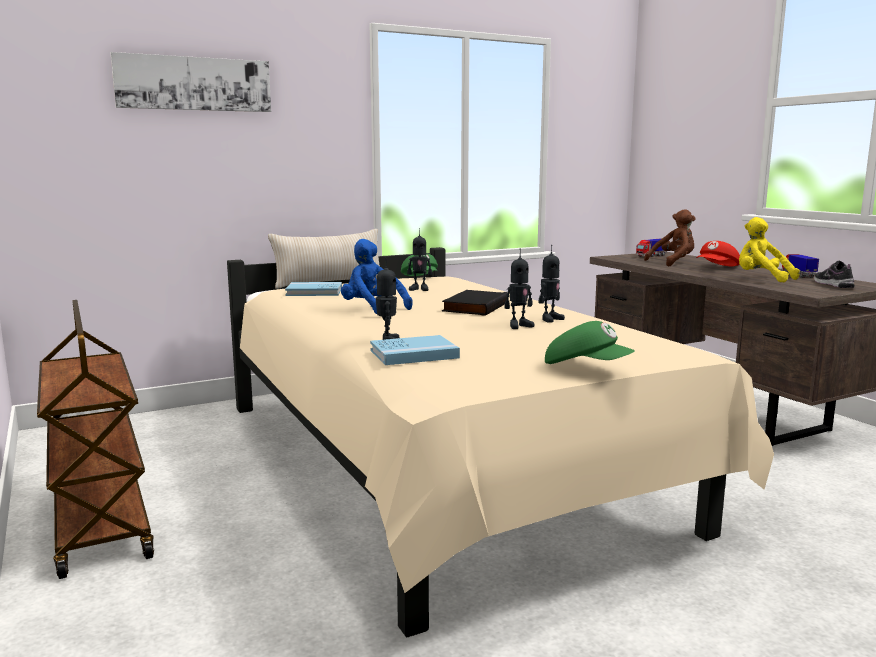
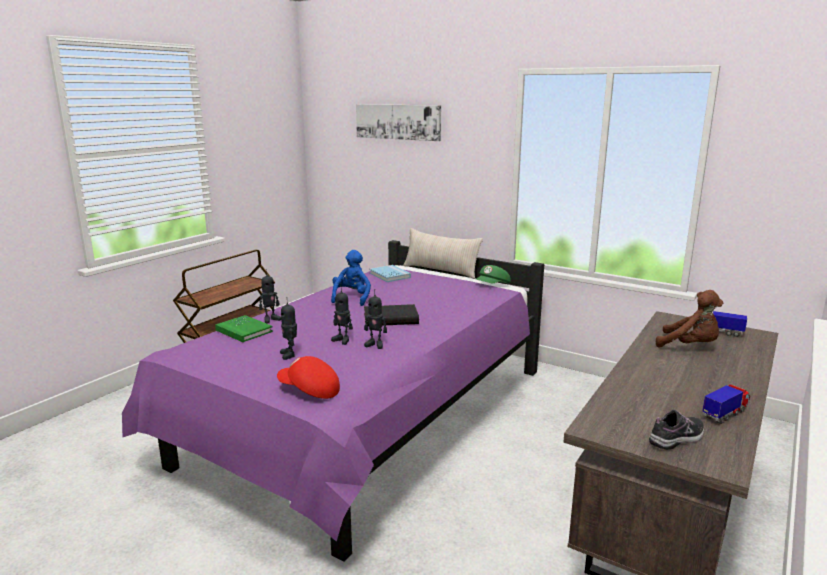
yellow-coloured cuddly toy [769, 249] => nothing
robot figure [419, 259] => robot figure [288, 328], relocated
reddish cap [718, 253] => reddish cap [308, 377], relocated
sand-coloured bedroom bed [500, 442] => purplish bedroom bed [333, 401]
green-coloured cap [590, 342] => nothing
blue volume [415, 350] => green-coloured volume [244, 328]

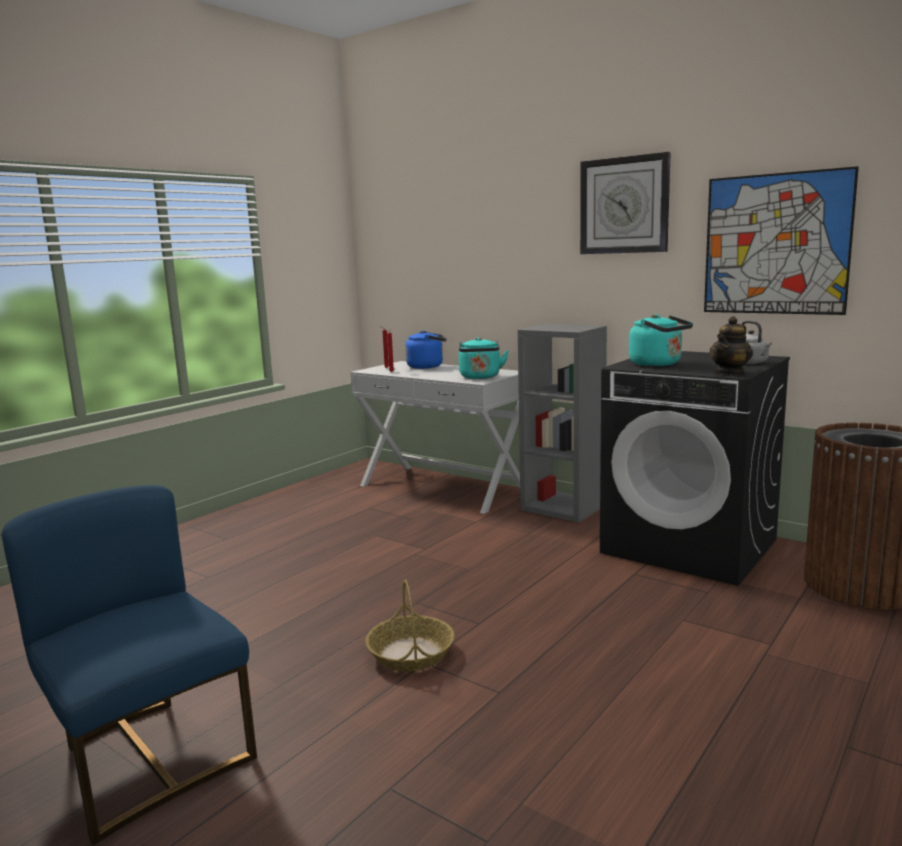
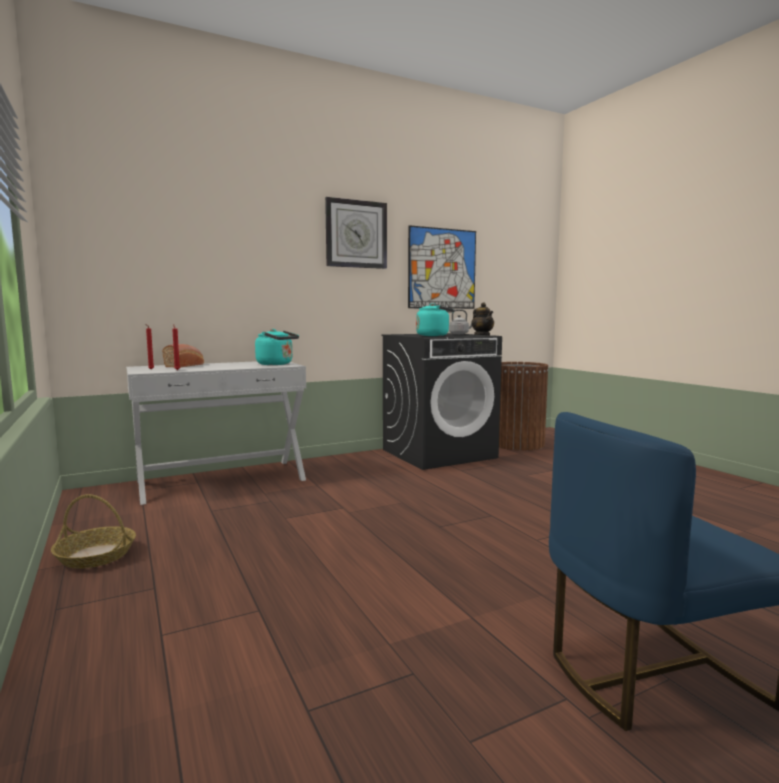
greyish bookcase [562, 423] => nothing
blue kettle [425, 350] => bakery bread [183, 355]
storage basket [409, 626] => storage basket [93, 531], relocated

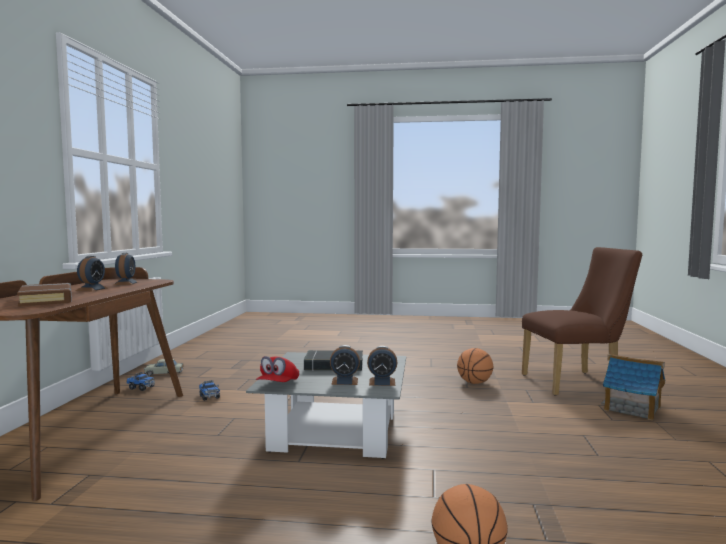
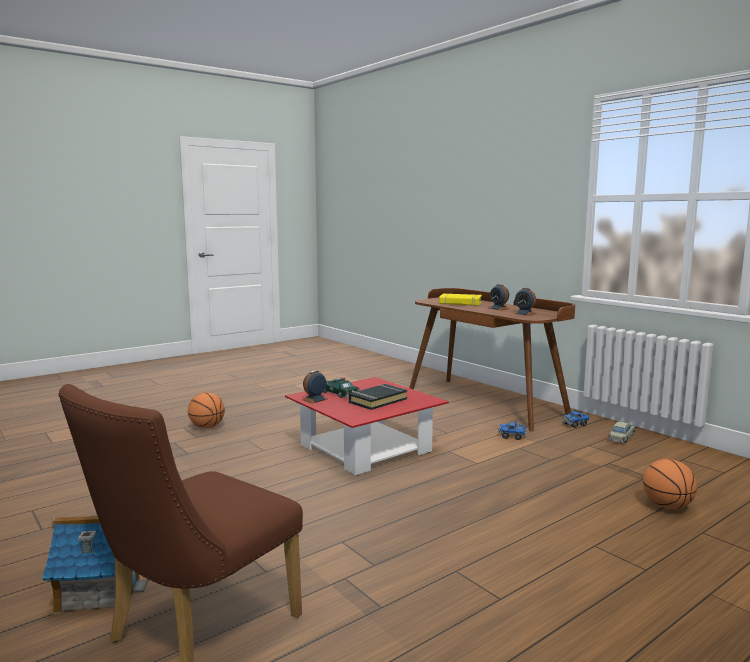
brown volume [44, 295] => yellow-coloured volume [460, 299]
table clock [345, 365] => model car [341, 387]
basketball [475, 366] => basketball [670, 484], relocated
greyish lounge table [326, 405] => reddish lounge table [367, 426]
reddish cap [277, 369] => nothing

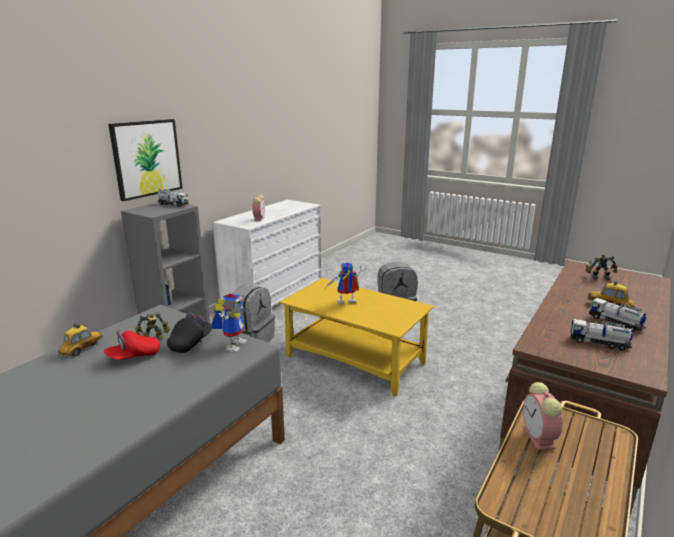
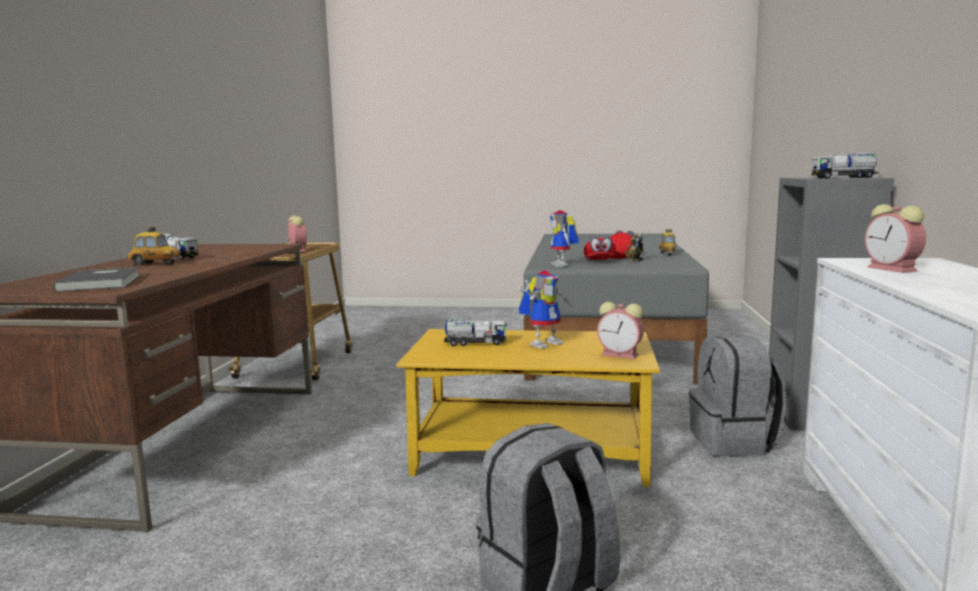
picture [145, 160] => nothing
robot figure [602, 267] => greyish volume [97, 279]
black-coloured cap [189, 333] => reddish cap [600, 248]
toy lorry [601, 335] => toy lorry [475, 332], relocated
nothing => table clock [620, 330]

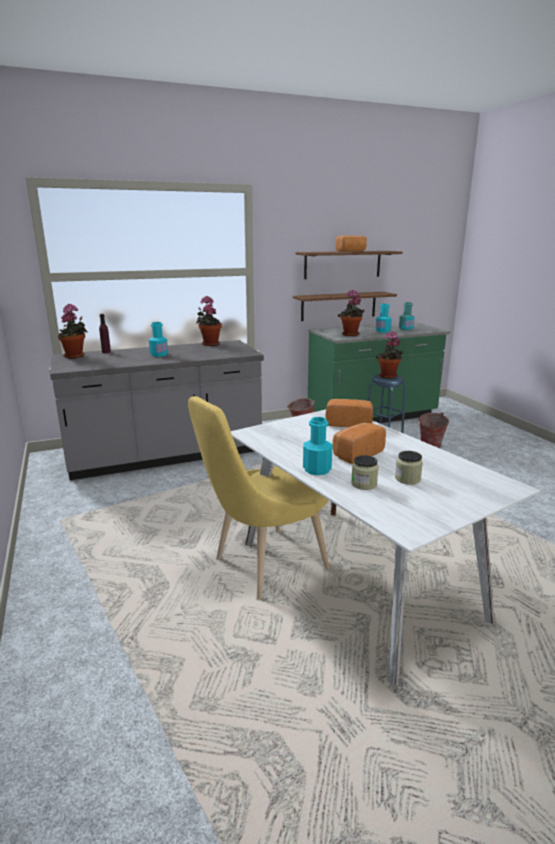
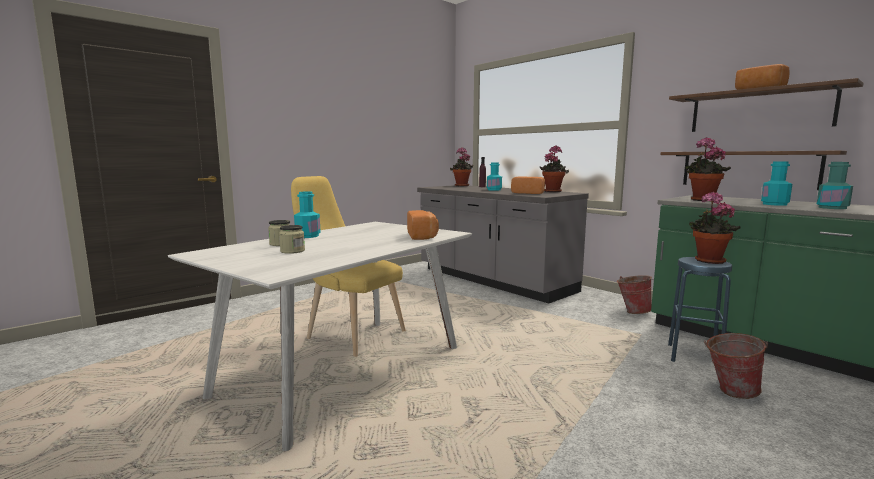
bakery bread [359, 443] => bakery bread [528, 185], relocated

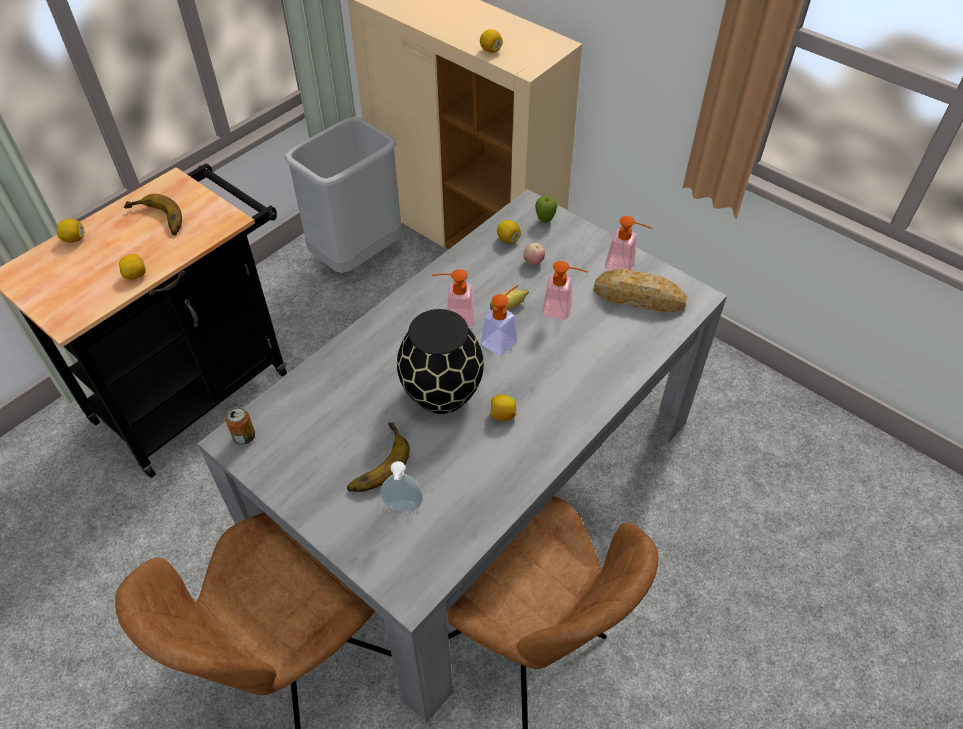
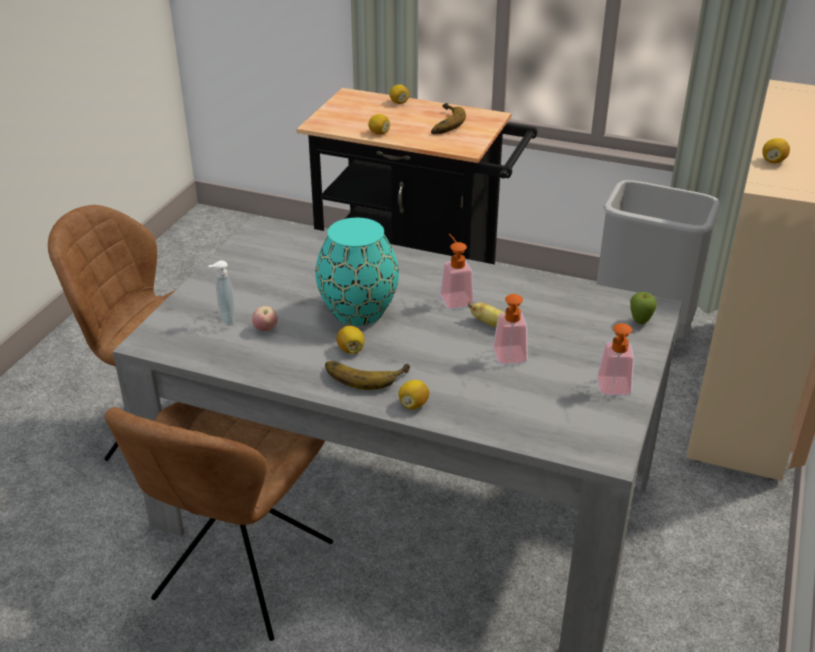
citrus fruit [509, 231] => citrus fruit [413, 395], relocated
apple [534, 254] => apple [265, 318], relocated
bakery bread [640, 290] => nothing
soap bottle [499, 320] => nothing
black-coloured flower vase [440, 361] => blue-green flower vase [357, 272]
sealed can [240, 426] => nothing
banana [378, 457] => banana [367, 375], relocated

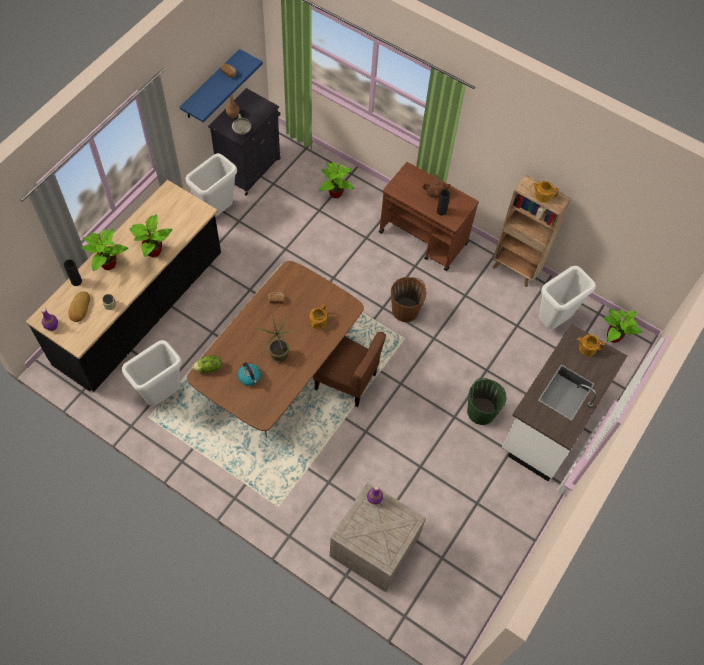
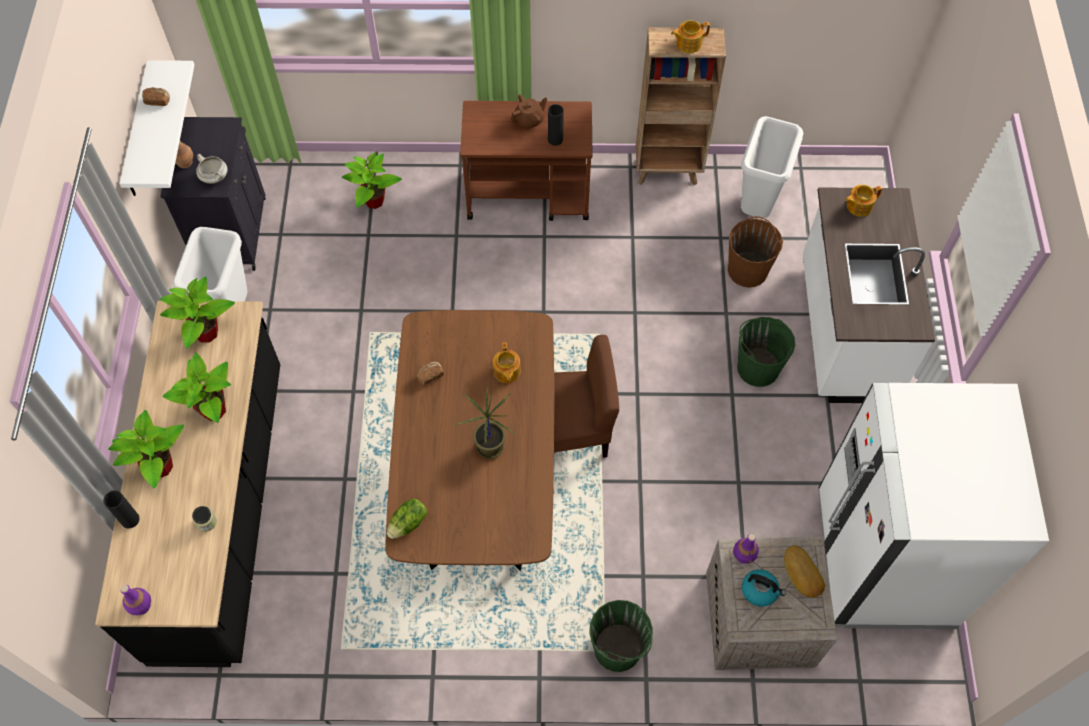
blue wall shelf [221, 86] => white-coloured wall shelf [156, 128]
brown pail [408, 299] => brown pail [755, 252], relocated
bakery bread [79, 306] => bakery bread [804, 571], relocated
houseplant [622, 326] => houseplant [197, 312], relocated
white-coloured waste bin [152, 373] => nothing
kettle [249, 374] => kettle [764, 587], relocated
nothing => white-coloured kitchen fridge [933, 506]
nothing => green-coloured pail [621, 636]

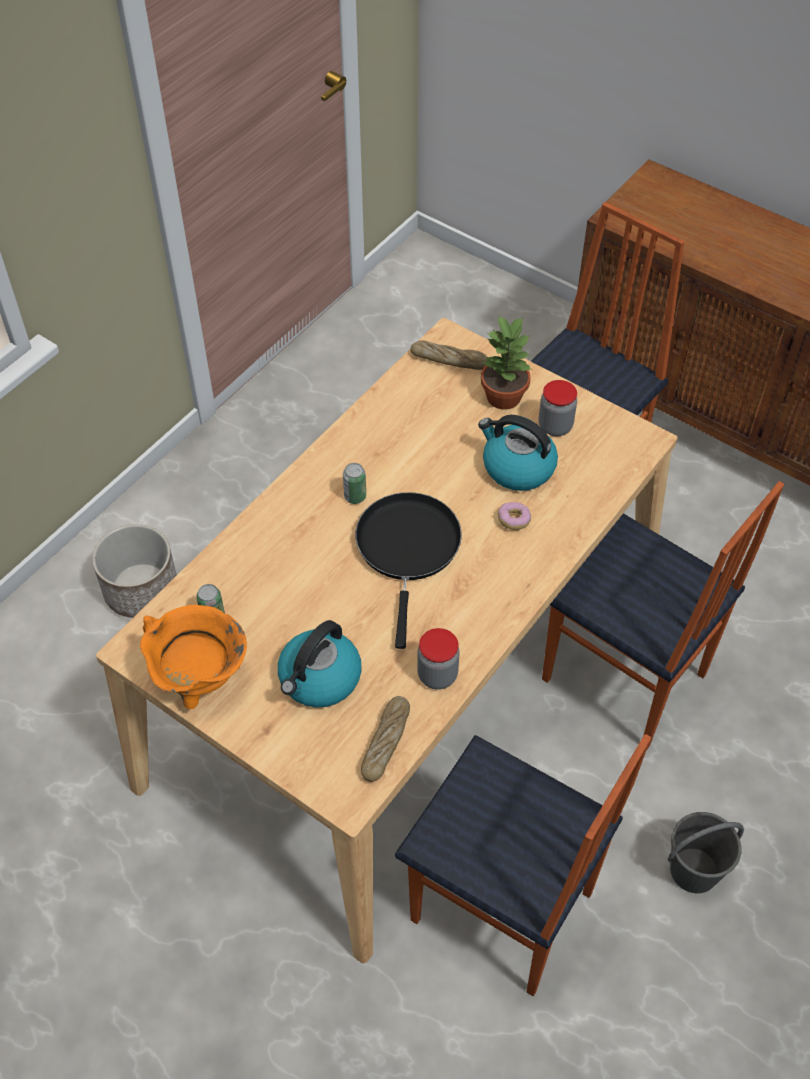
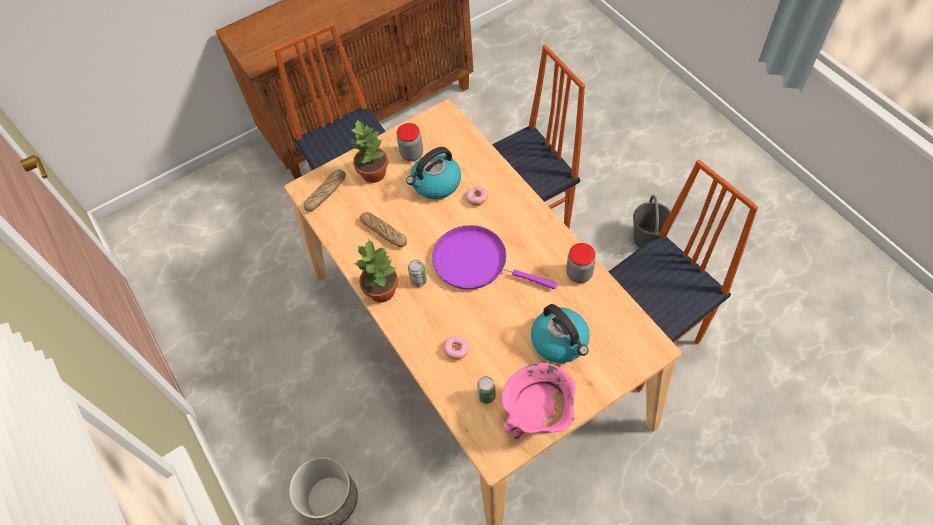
black-coloured frying pan [408, 570] => purplish frying pan [494, 257]
orange-coloured cooking pot [193, 657] => pink cooking pot [539, 401]
bakery bread [385, 739] => bakery bread [383, 229], relocated
nothing => houseplant [376, 271]
nothing => donut [456, 347]

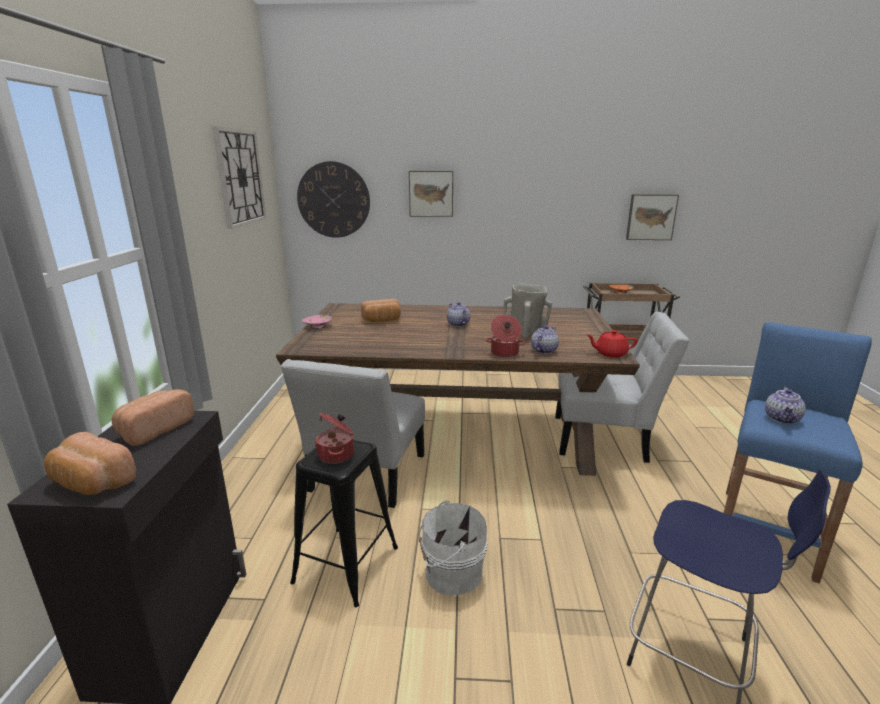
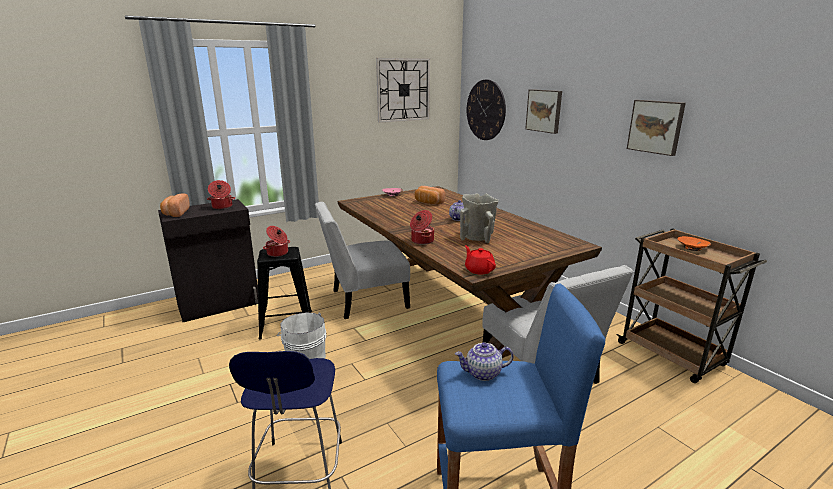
picture [652, 217] => picture [656, 128], relocated
teapot [545, 339] => nothing
bakery bread [153, 417] => cooking pot [221, 194]

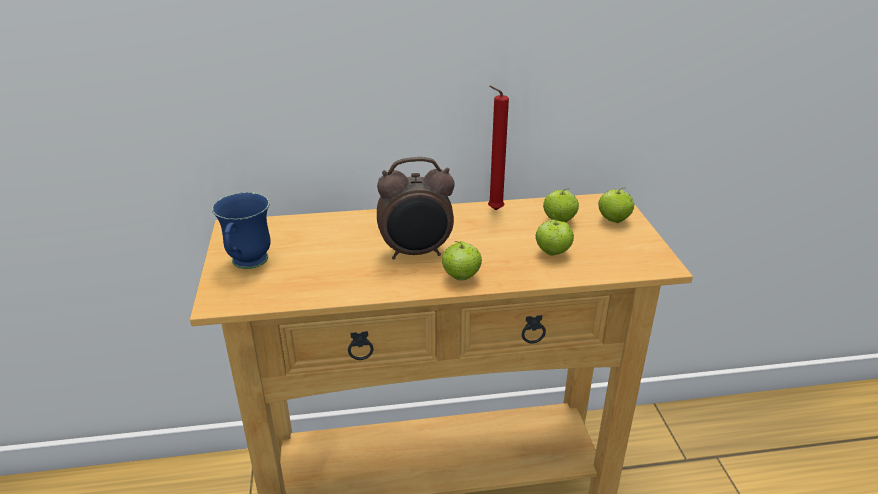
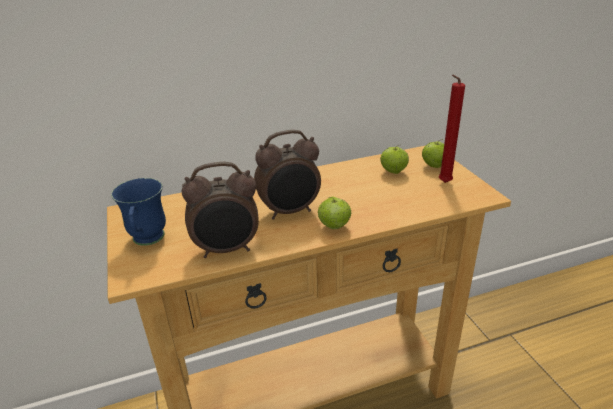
reddish wax candle [498, 148] => reddish wax candle [452, 129], relocated
apple [555, 235] => nothing
nothing => table clock [220, 210]

